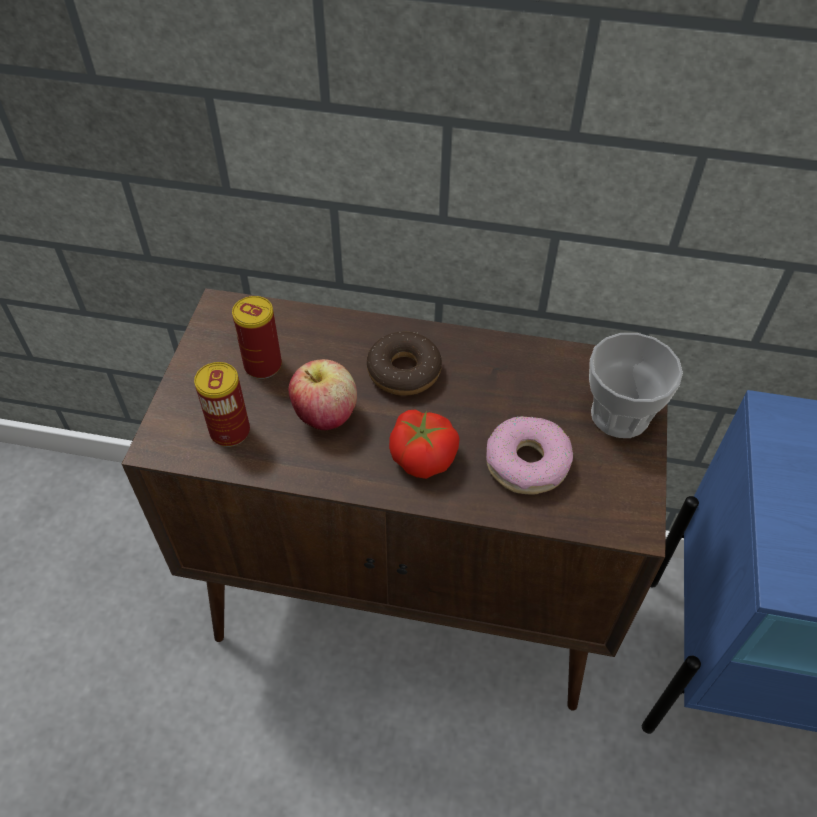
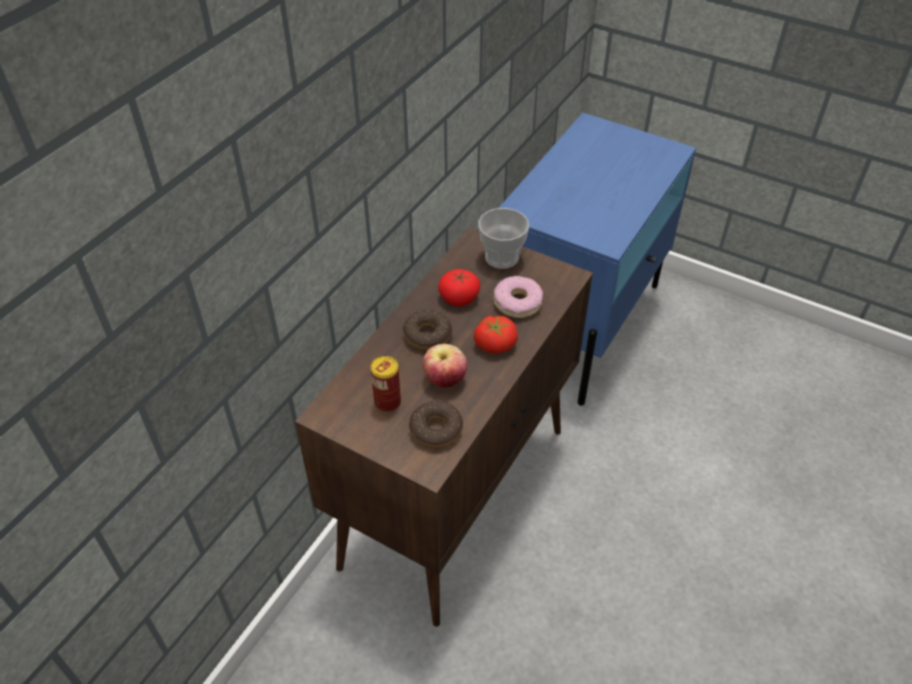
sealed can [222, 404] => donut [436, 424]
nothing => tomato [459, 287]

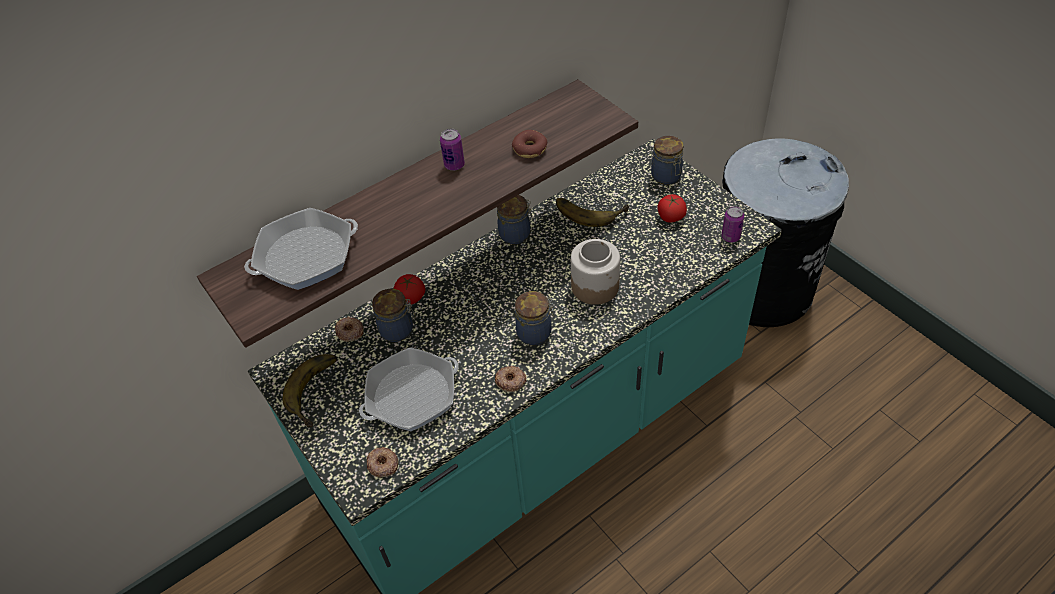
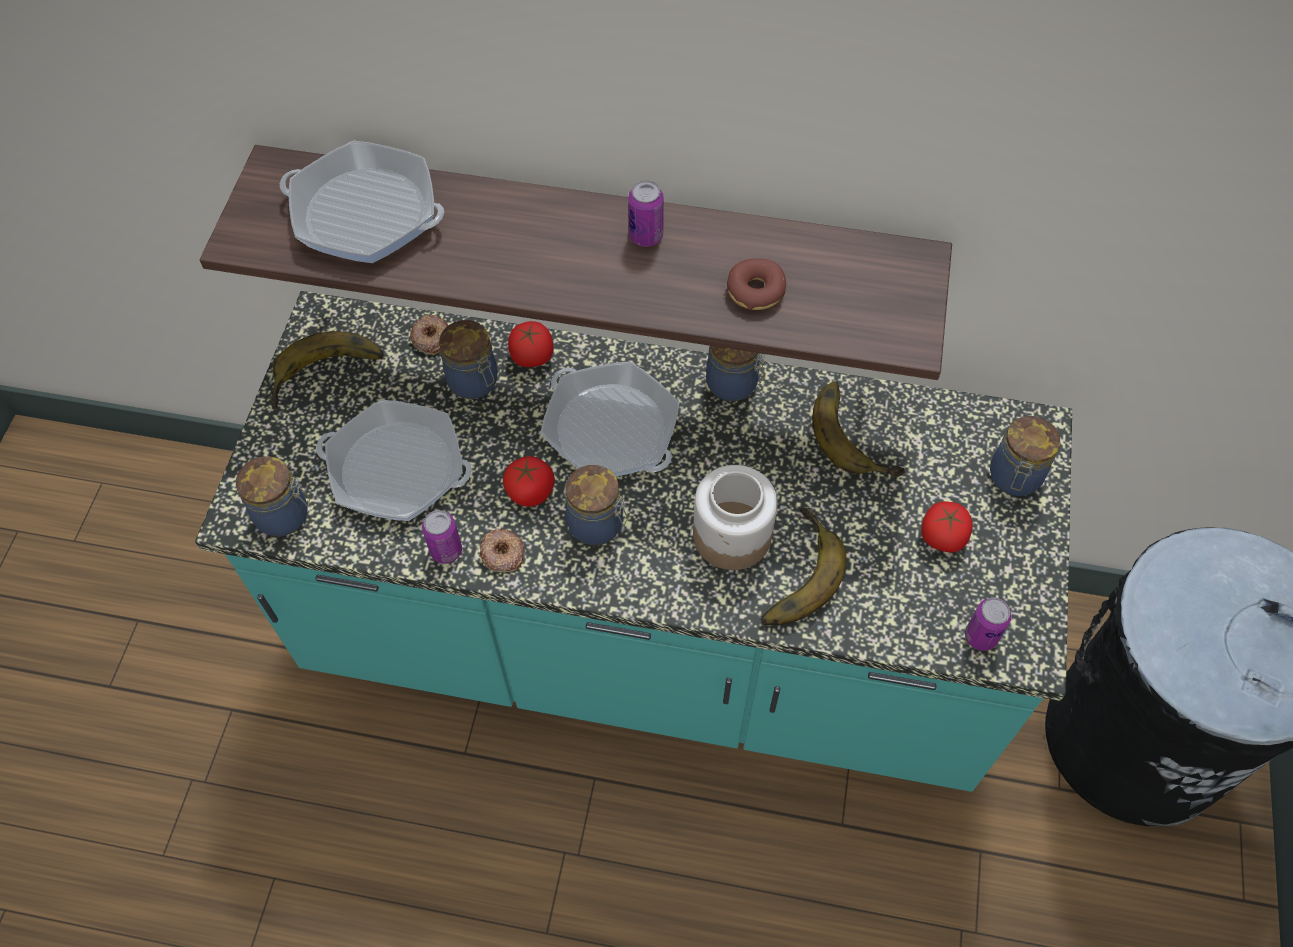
donut [383, 462] => preserve jar [273, 496]
nothing => frying pan [609, 418]
nothing => tomato [529, 481]
nothing => banana [803, 567]
nothing => sealed can [442, 537]

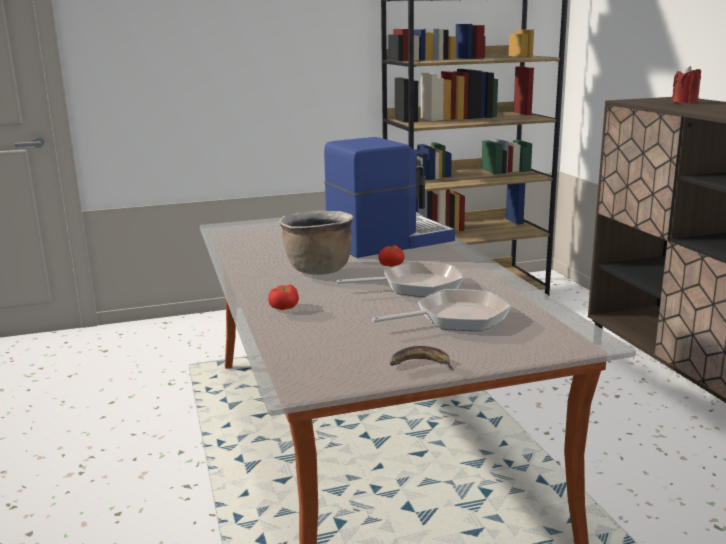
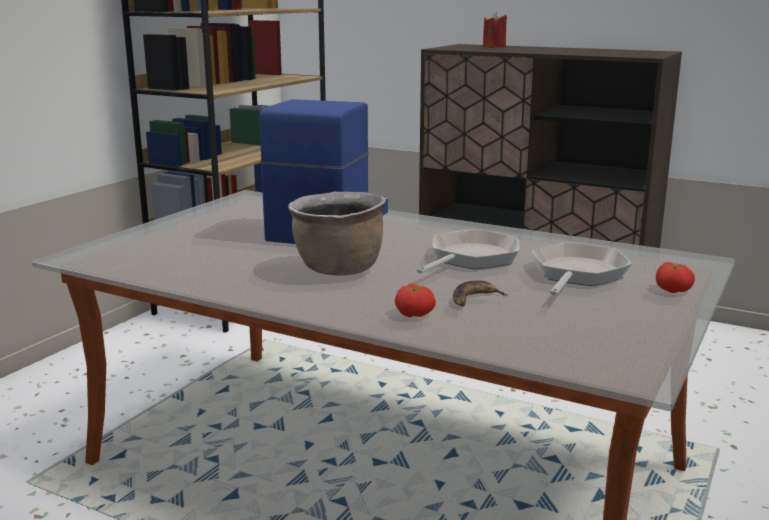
tomato [391, 256] => tomato [675, 277], relocated
banana [421, 358] => banana [481, 293], relocated

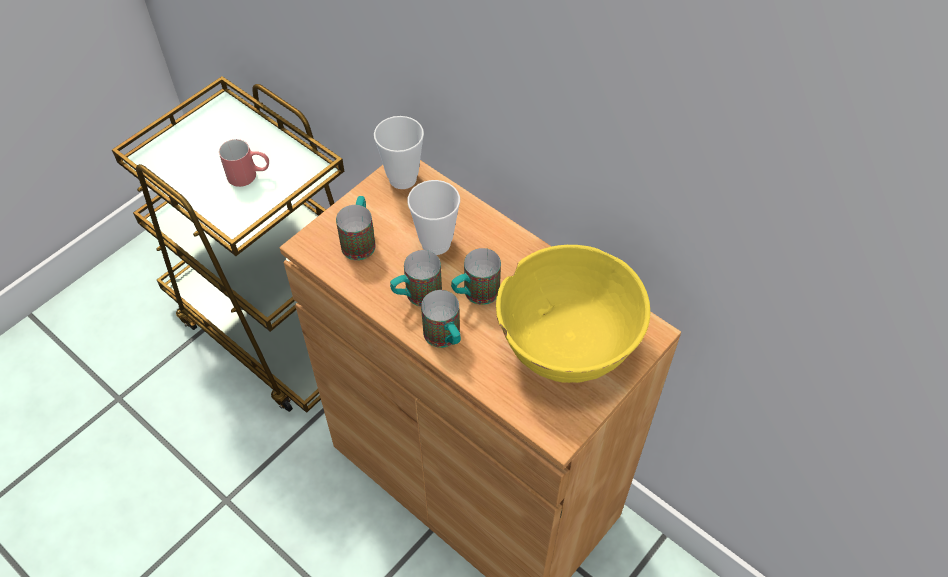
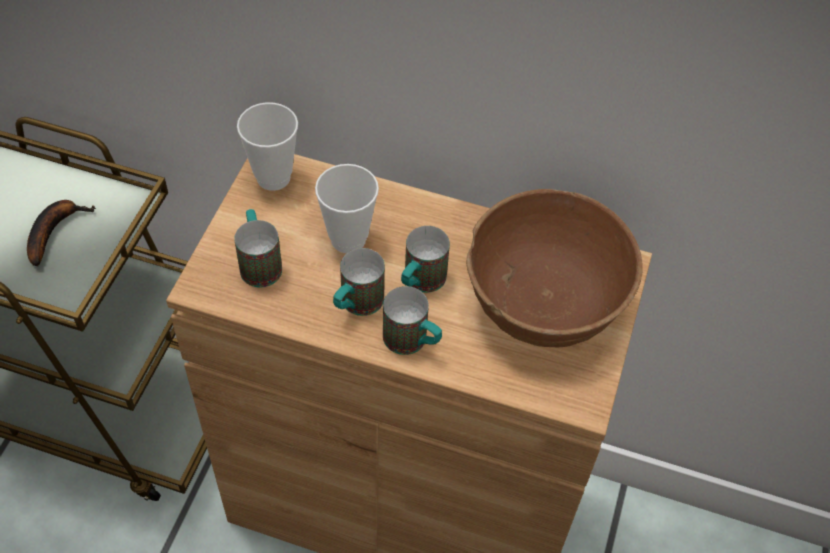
reddish coffee mug [244, 163] => banana [61, 233]
yellow-coloured bowl [573, 314] => brown bowl [554, 268]

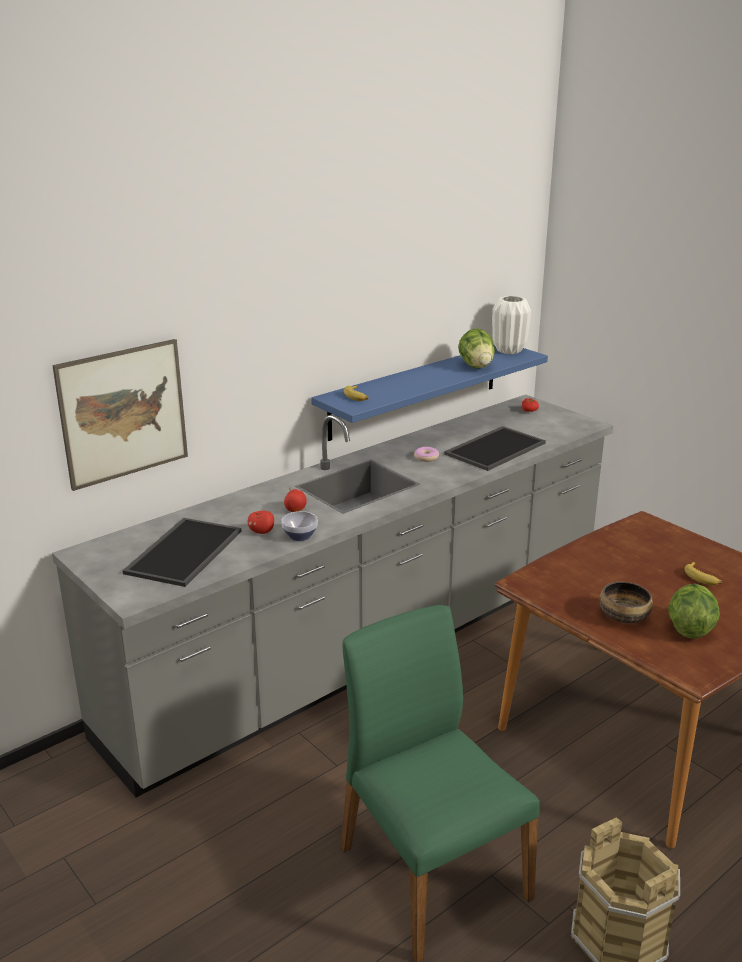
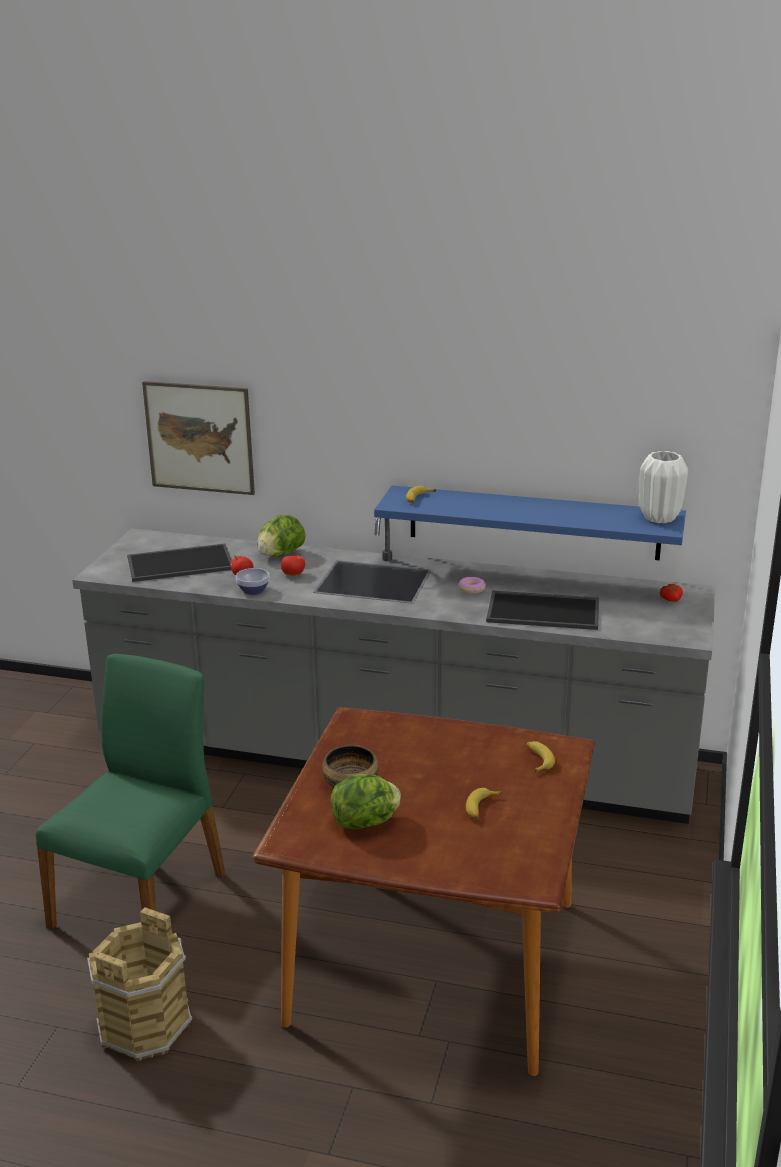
lettuce head [476, 348] => lettuce head [281, 536], relocated
nothing => banana [541, 756]

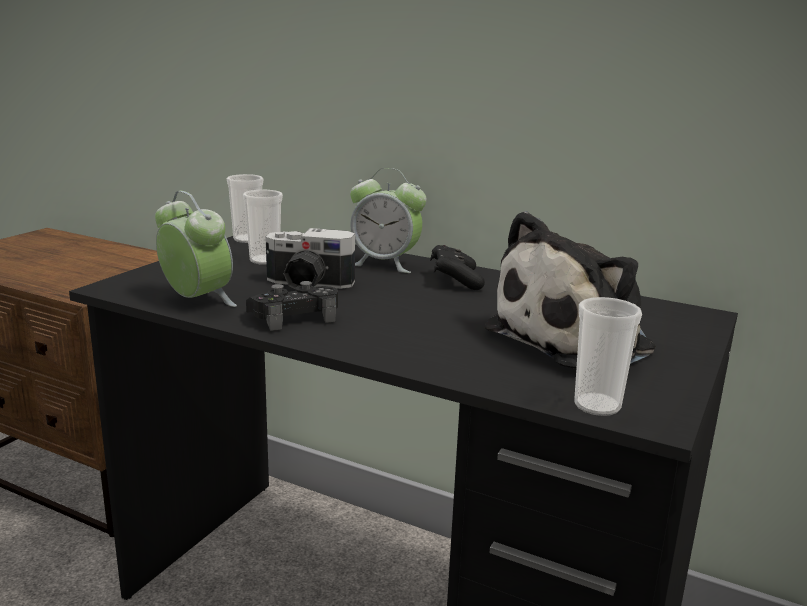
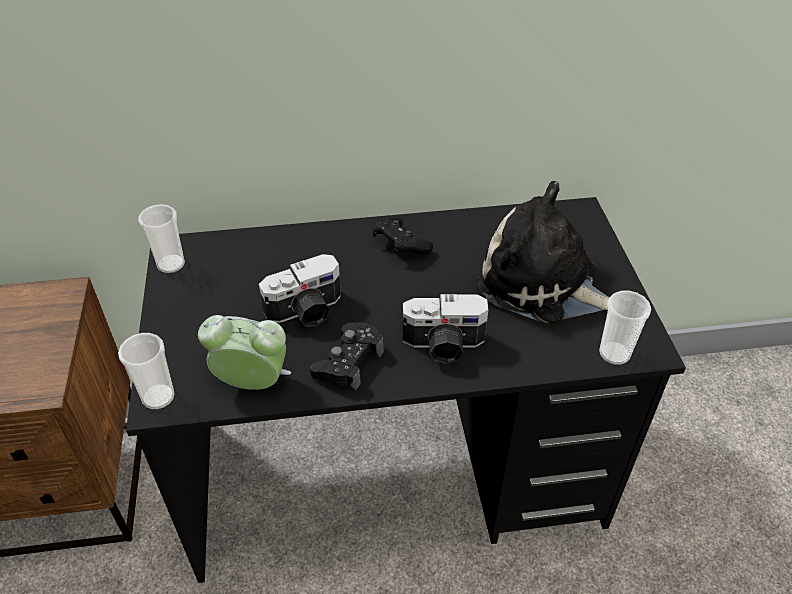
table clock [388, 220] => nothing
small cup [263, 227] => small cup [146, 371], relocated
cuddly toy [570, 290] => cuddly toy [543, 252], 105 degrees clockwise
nothing => photo camera [446, 329]

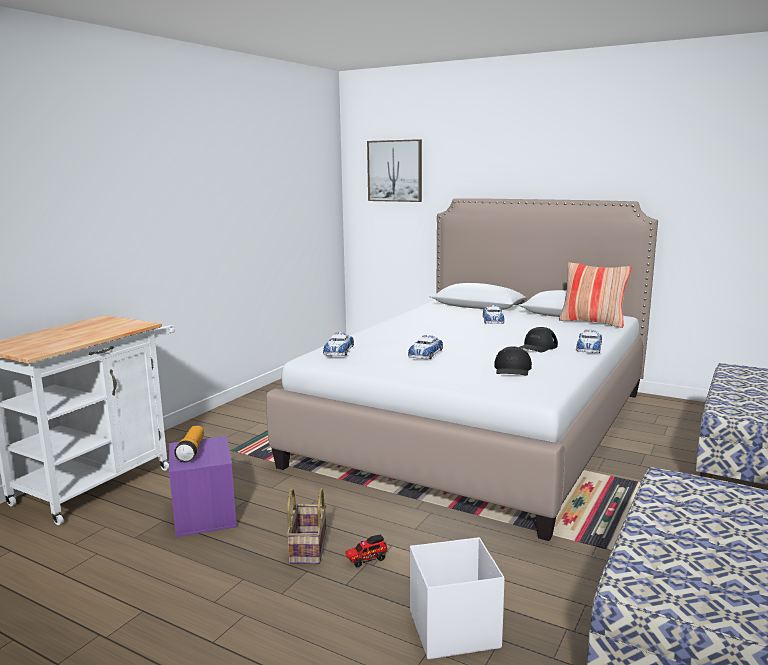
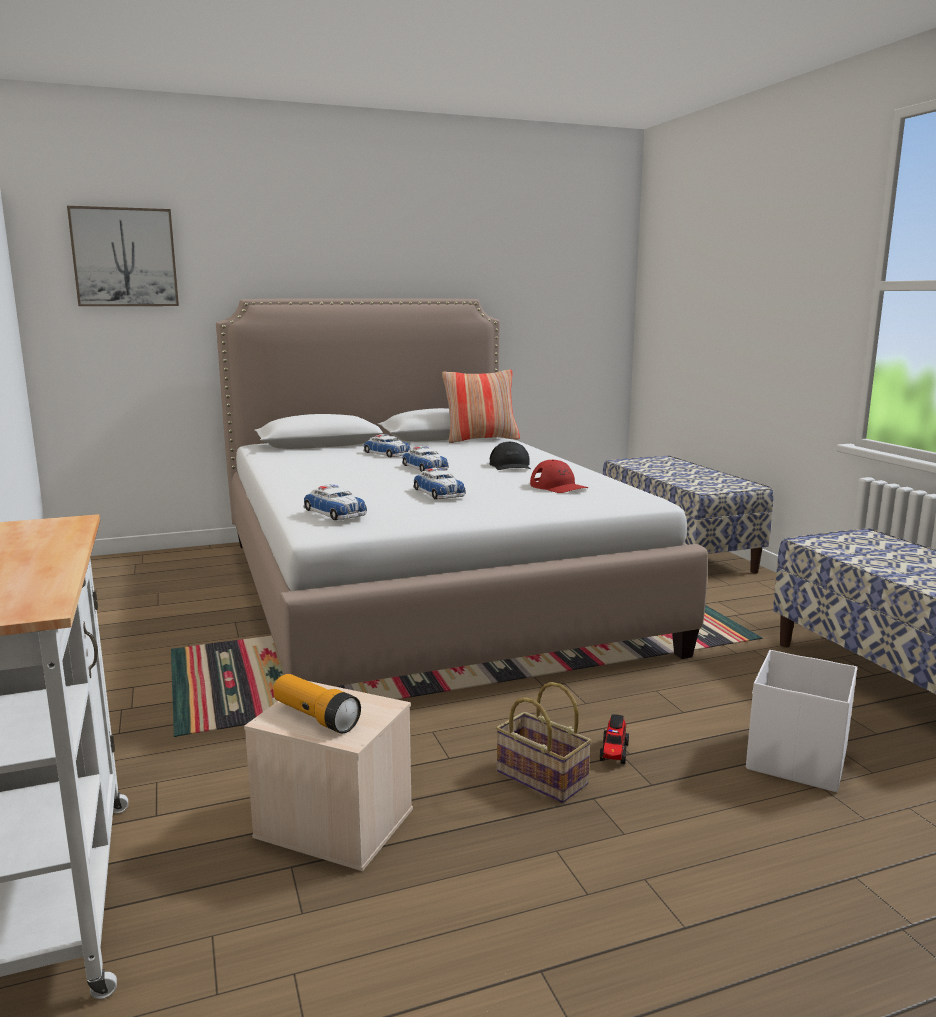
model car [589, 341] => model car [425, 459], relocated
black-coloured cap [513, 361] => reddish cap [559, 476]
purplish storage bin [203, 486] => sand-coloured storage bin [328, 776]

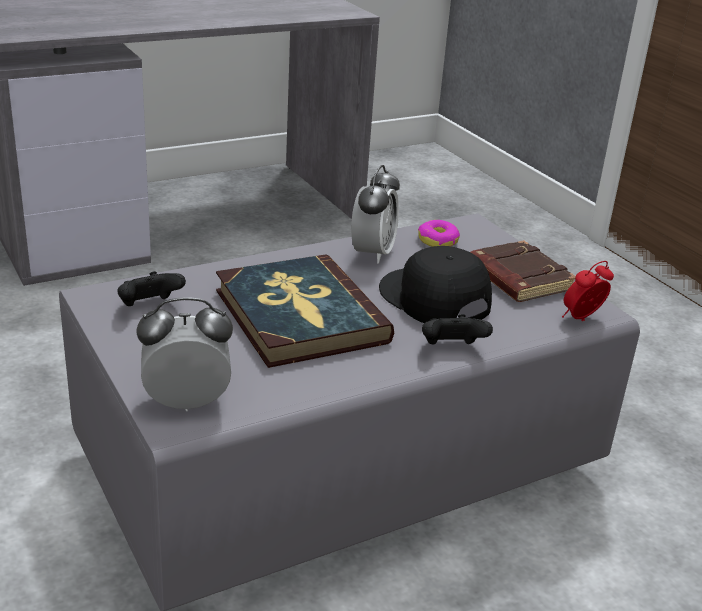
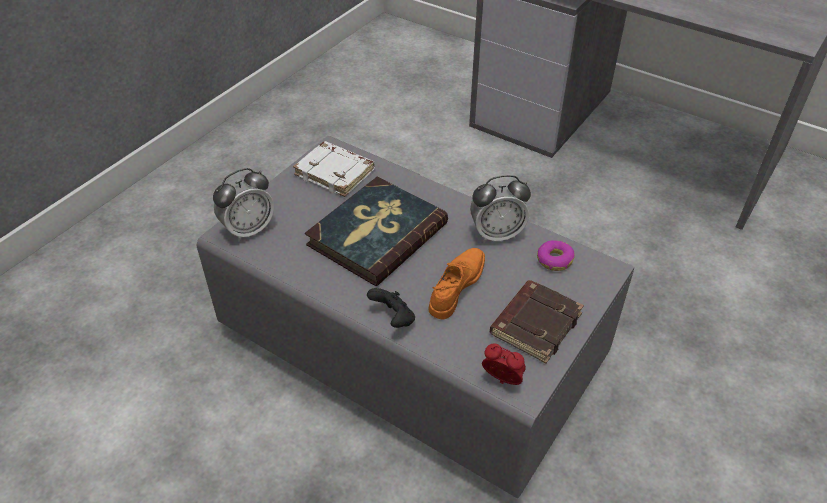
black-coloured cap [435, 284] => orange-coloured low shoe [456, 283]
black-coloured joypad [151, 288] => white-coloured volume [334, 169]
table clock [184, 354] => table clock [243, 205], 90 degrees clockwise

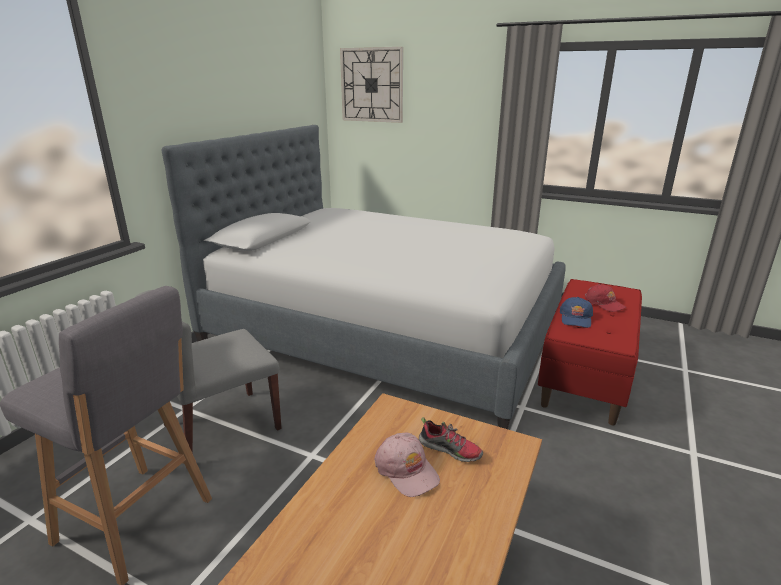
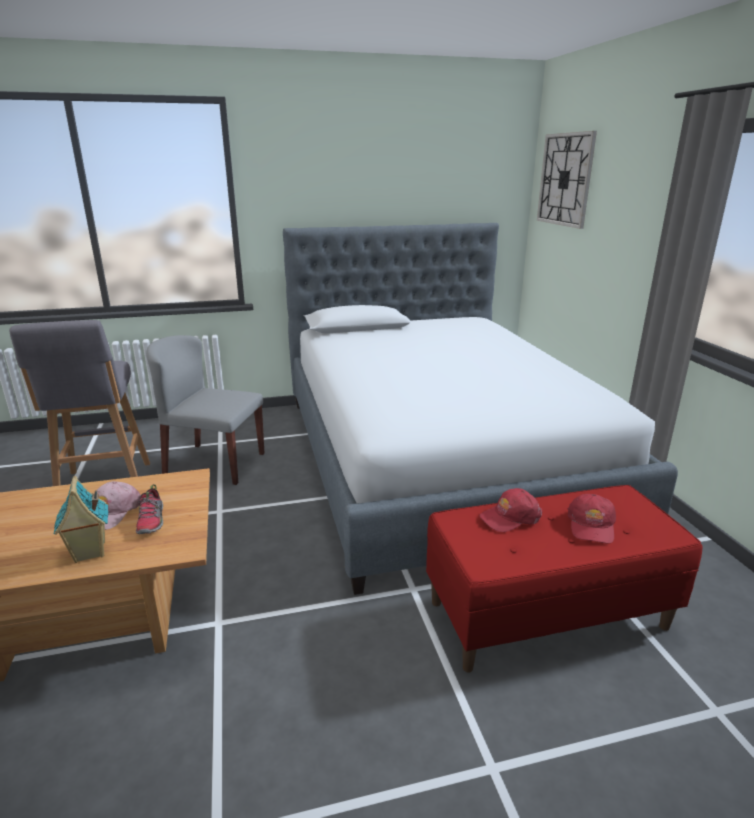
blue cap [576, 312] => reddish cap [510, 510]
nothing => model house [81, 519]

